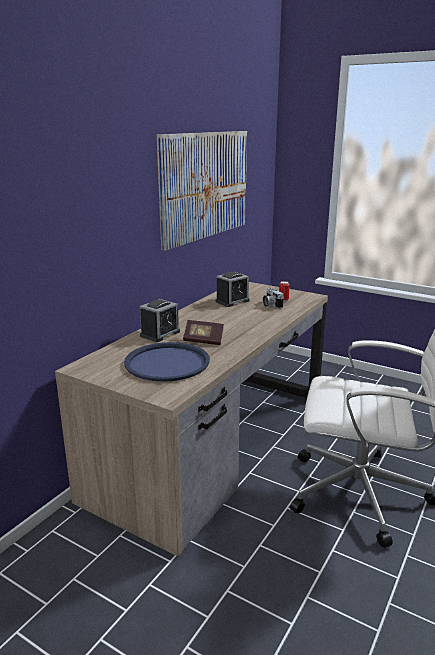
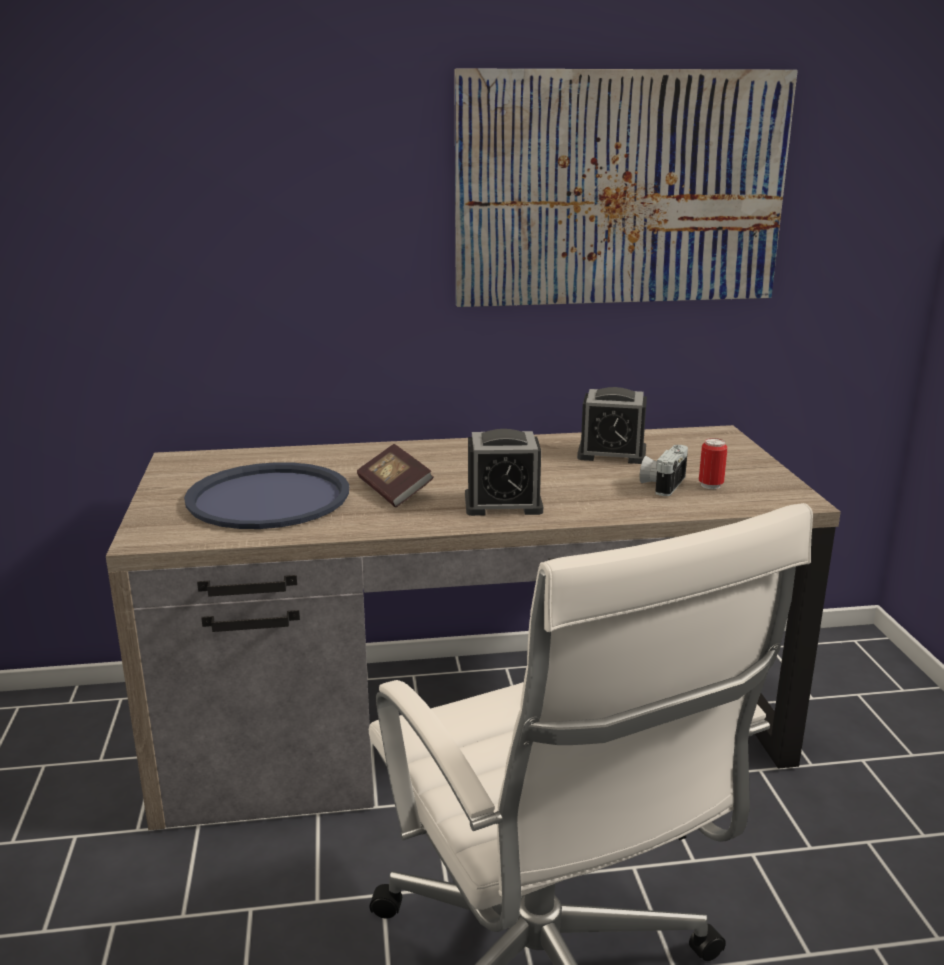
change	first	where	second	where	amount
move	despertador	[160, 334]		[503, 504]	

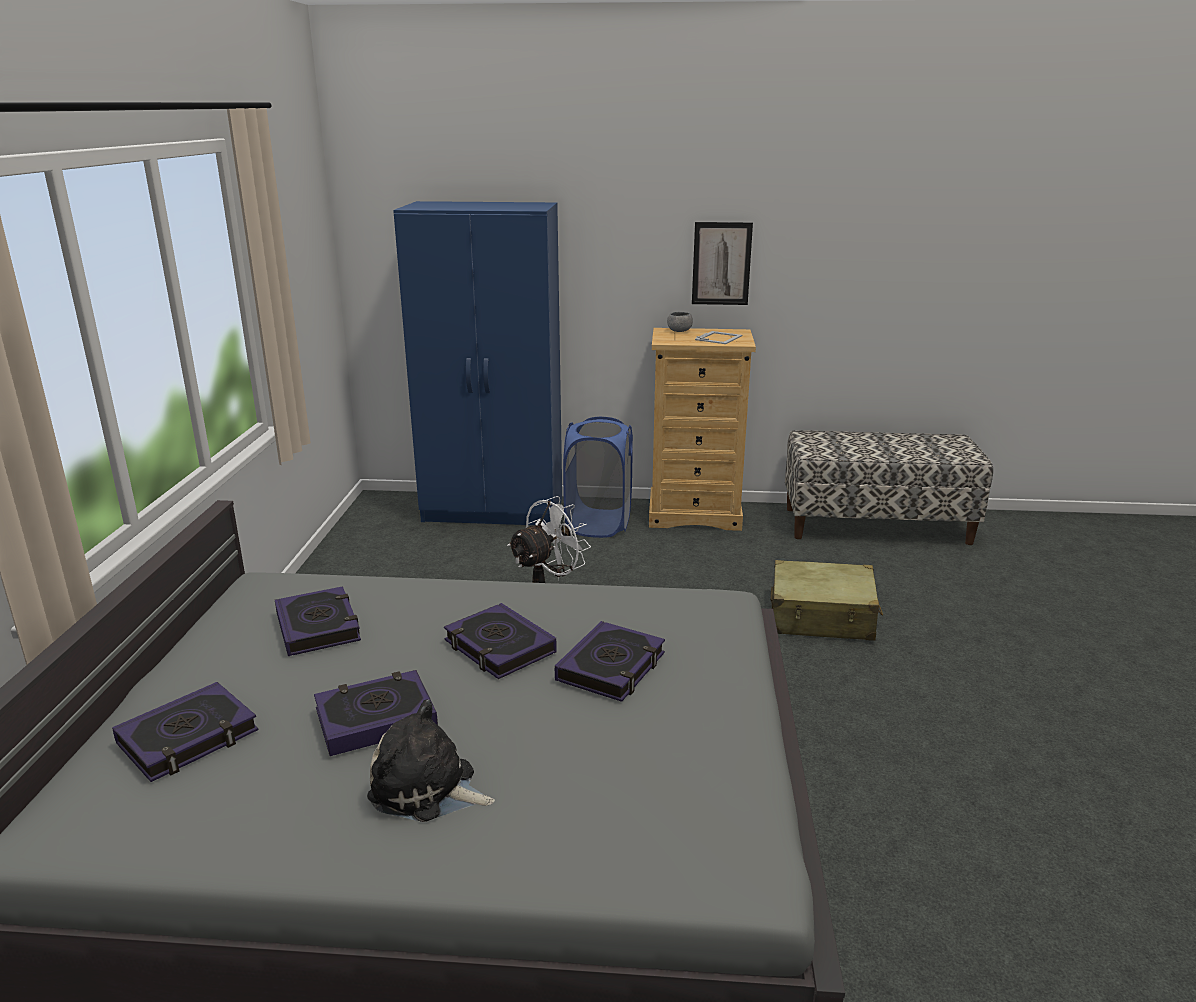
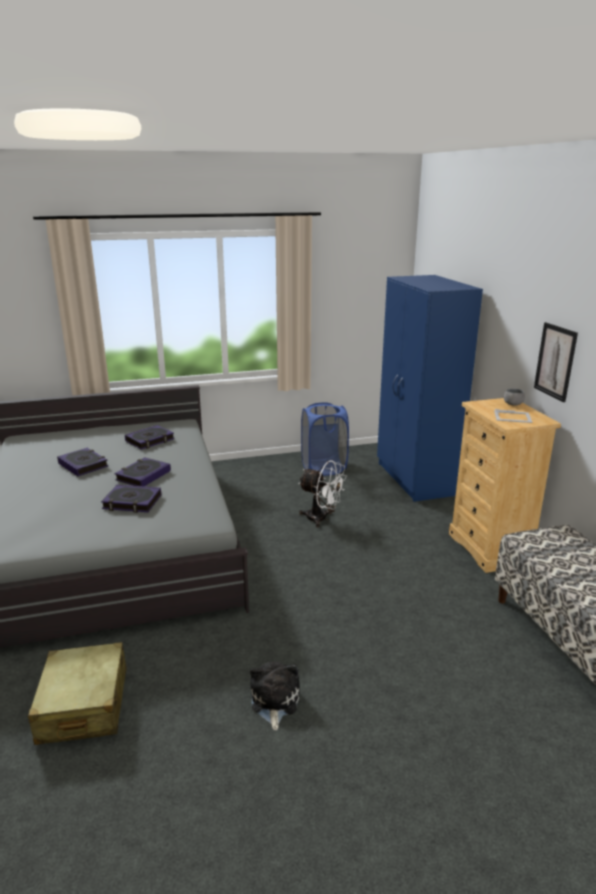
change	first	where	second	where	amount
move	cesto de la ropa/azul	[598, 524]		[323, 467]	
move	maleta/beis	[822, 617]		[83, 706]	
delete	libro	[188, 738]			
move	peluche	[427, 789]		[274, 701]	

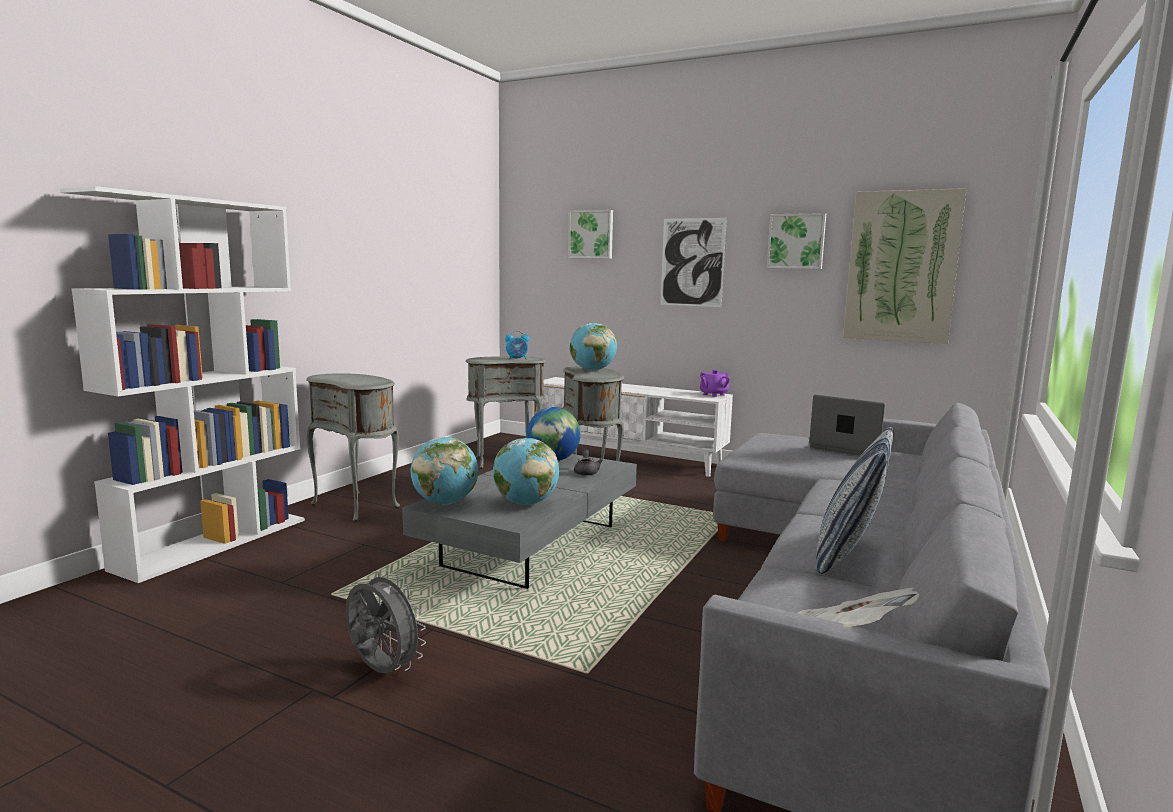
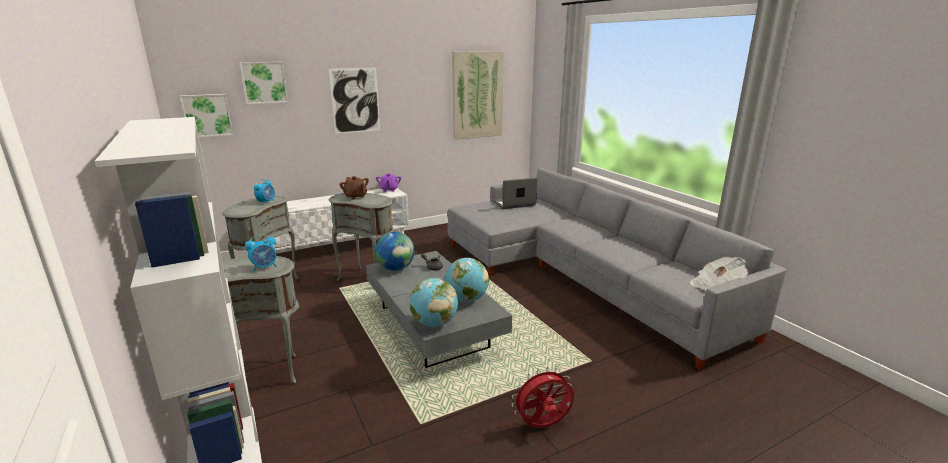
change	first	where	second	where	amount
move	cuadro	[796, 241]		[207, 115]	
replace	globo terráqueo	[592, 370]	tetera/marrón	[355, 196]	
delete	cojín	[848, 555]			
recolor	ventilador/gris	[381, 671]	ventilador/rojo	[543, 426]	
insert			despertador	[265, 267]	

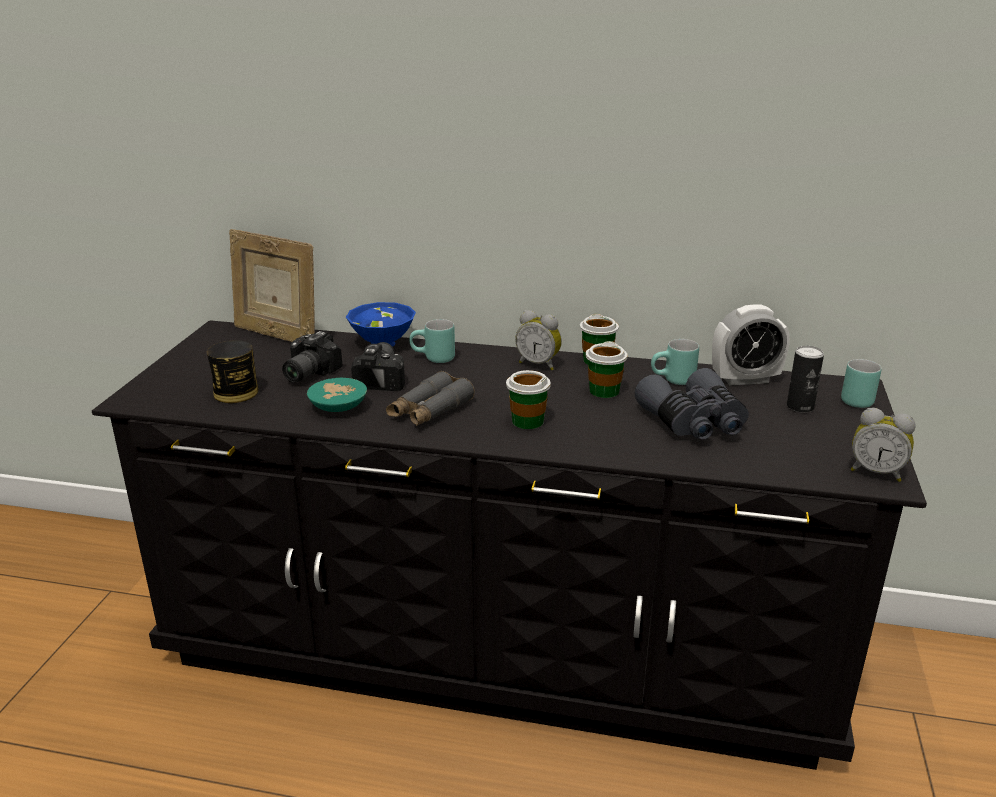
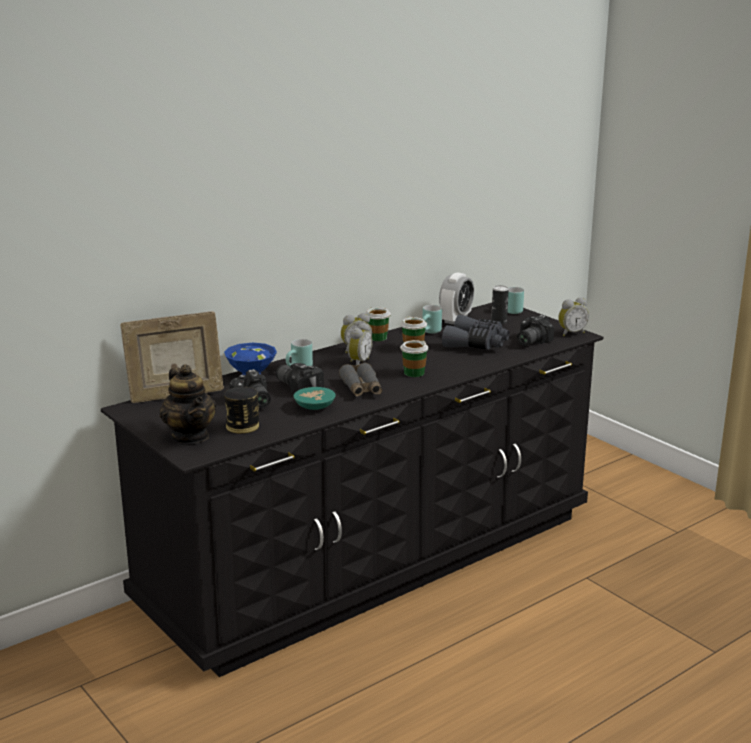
change	first	where	second	where	amount
insert			cámara	[529, 341]	
insert			despertador	[358, 362]	
insert			tetera	[190, 436]	

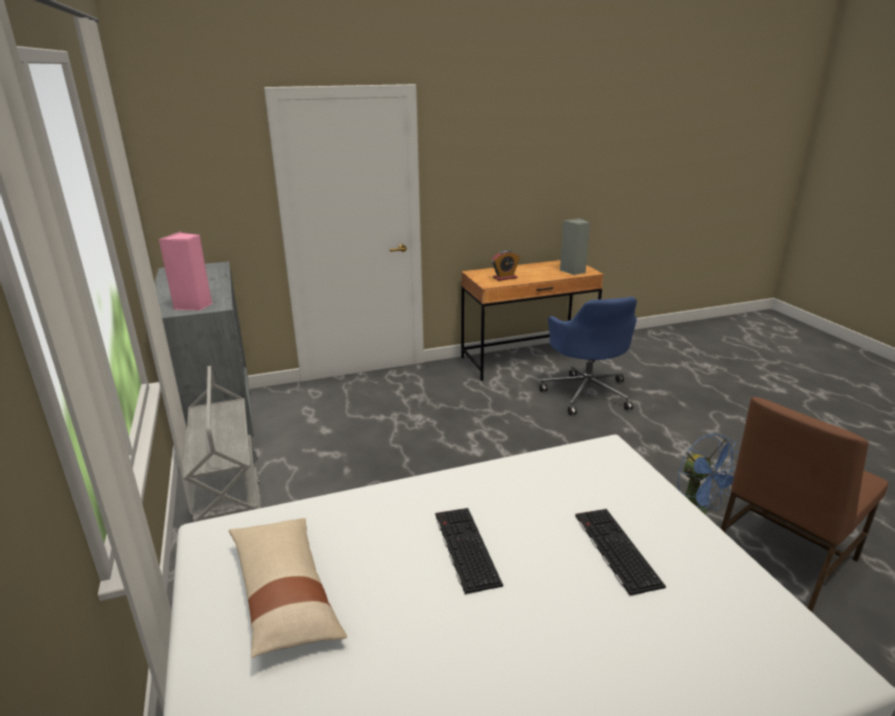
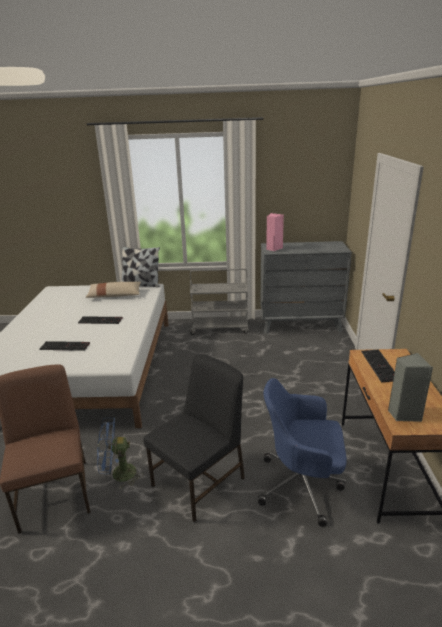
change	first	where	second	where	amount
replace	despertador	[505, 278]	teclado	[380, 366]	
insert			cojín	[141, 284]	
insert			silla/negro	[200, 481]	

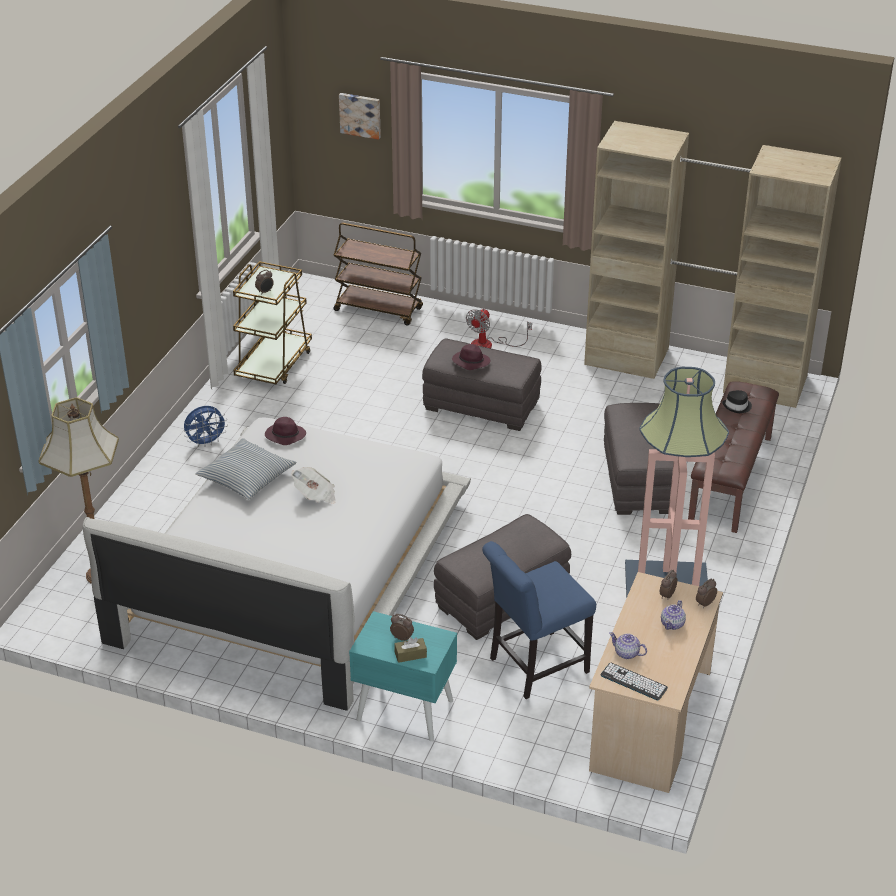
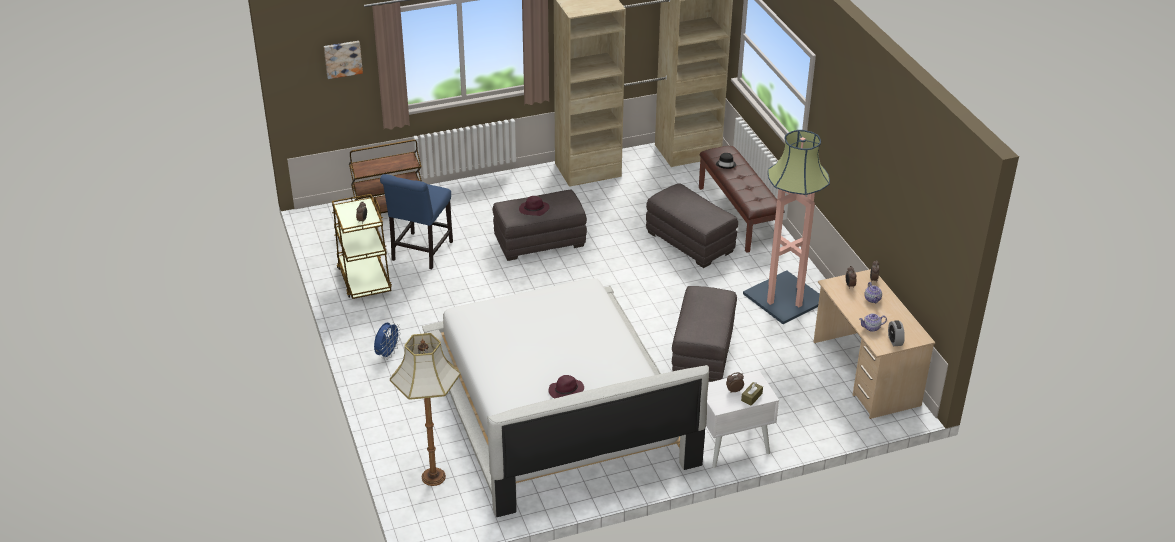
change	first	where	second	where	amount
delete	ventilador	[489, 345]			
move	sombrero/morado	[284, 436]		[565, 391]	
delete	cojín	[246, 477]			
delete	periódico	[315, 495]			
move	silla/azul	[534, 667]		[420, 253]	
recolor	mesita de noche/turquesa	[404, 710]	mesita de noche/blanco	[732, 445]	
replace	teclado	[633, 682]	despertador	[894, 341]	

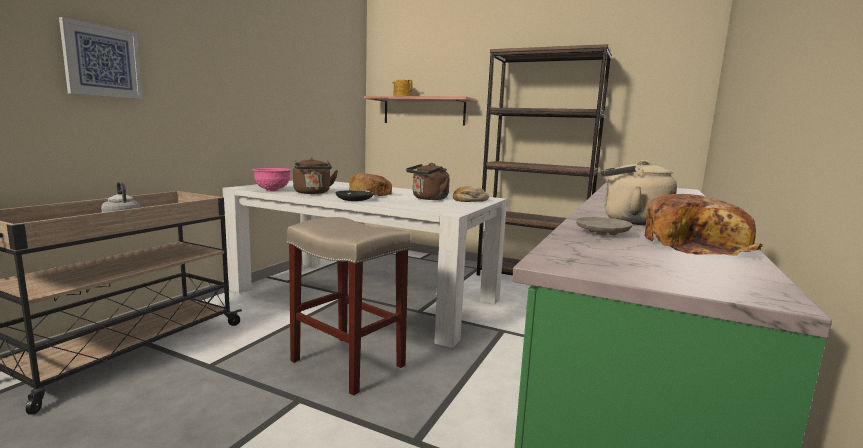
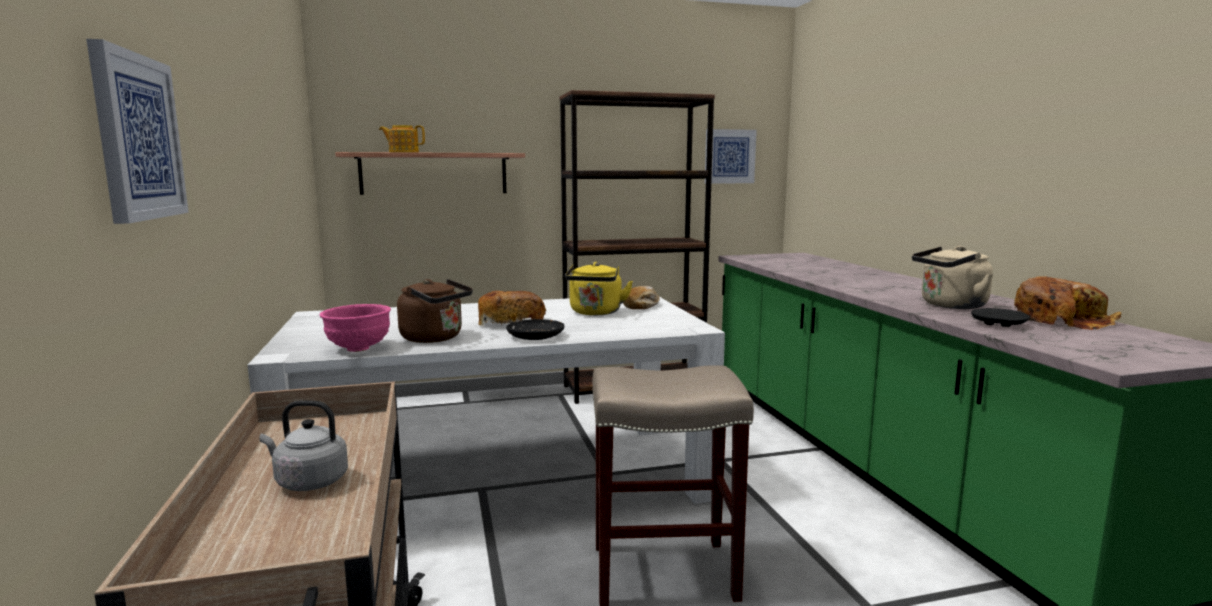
change	first	where	second	where	amount
recolor	hervidor/marrón	[428, 198]	hervidor/amarillo	[595, 313]	
recolor	plato/beis	[601, 233]	plato/negro	[998, 324]	
insert			cuadro	[729, 156]	

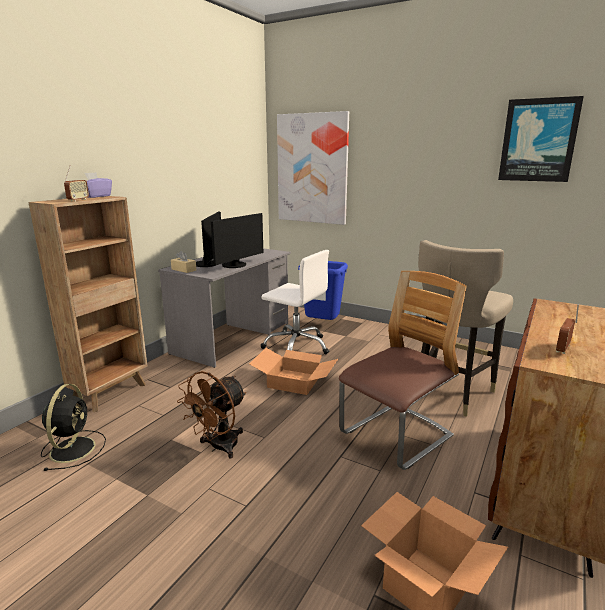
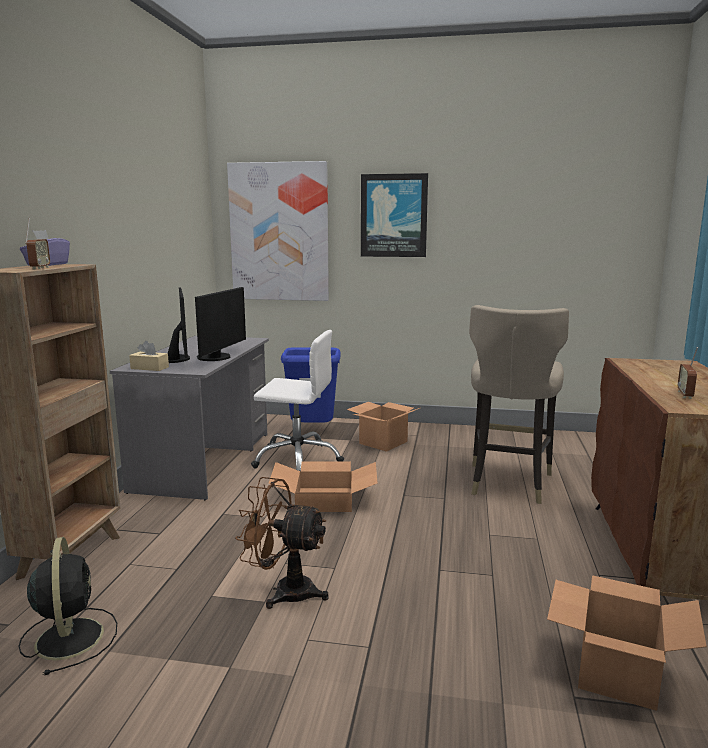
change	first	where	second	where	amount
move	cuadro	[538, 140]		[393, 216]	
delete	silla	[396, 436]			
rotate	ventilador/marrón	[218, 447]		[284, 591]	90 degrees clockwise
insert			caja de cartón	[383, 443]	

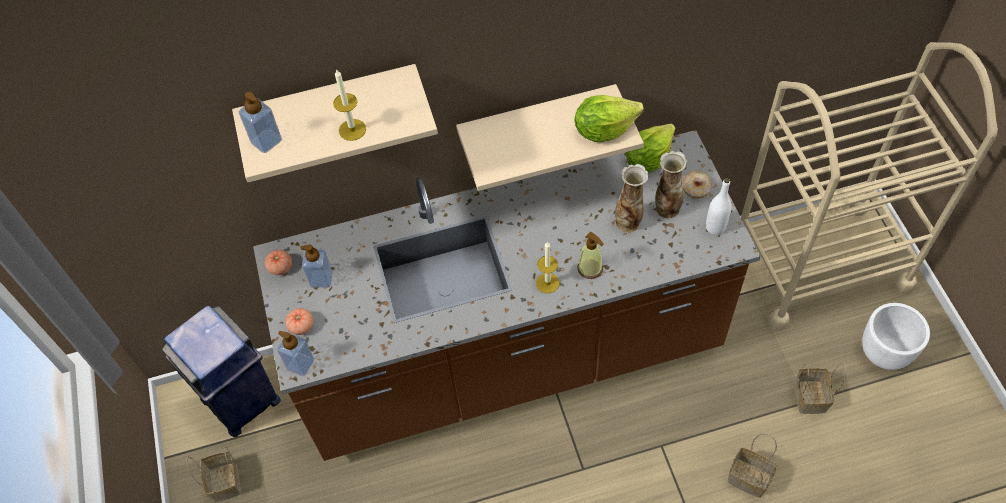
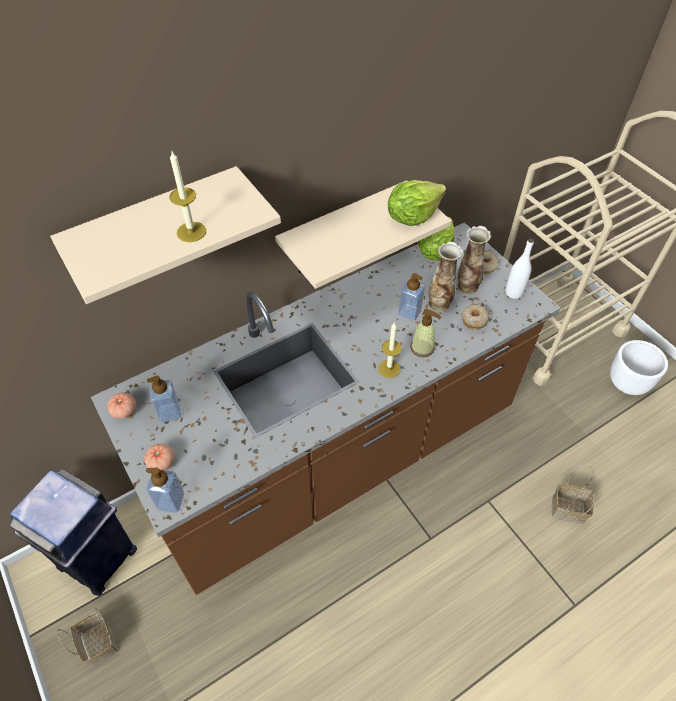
change	first	where	second	where	amount
move	dispensador de jabón	[266, 141]		[409, 312]	
delete	cesta	[811, 398]			
insert			rosquilla	[474, 320]	

